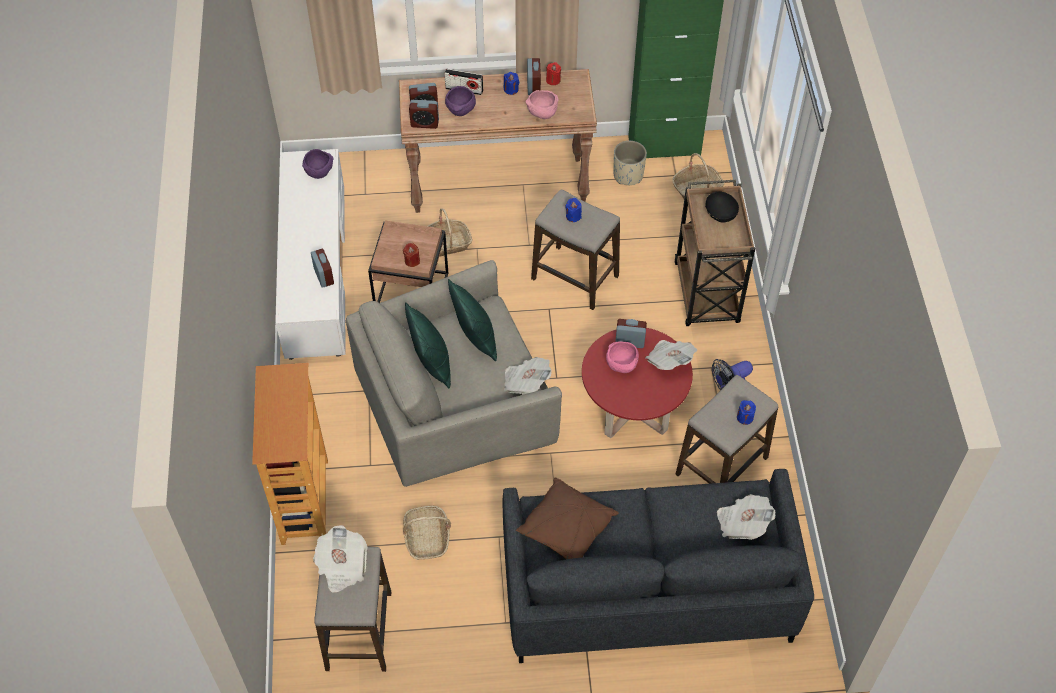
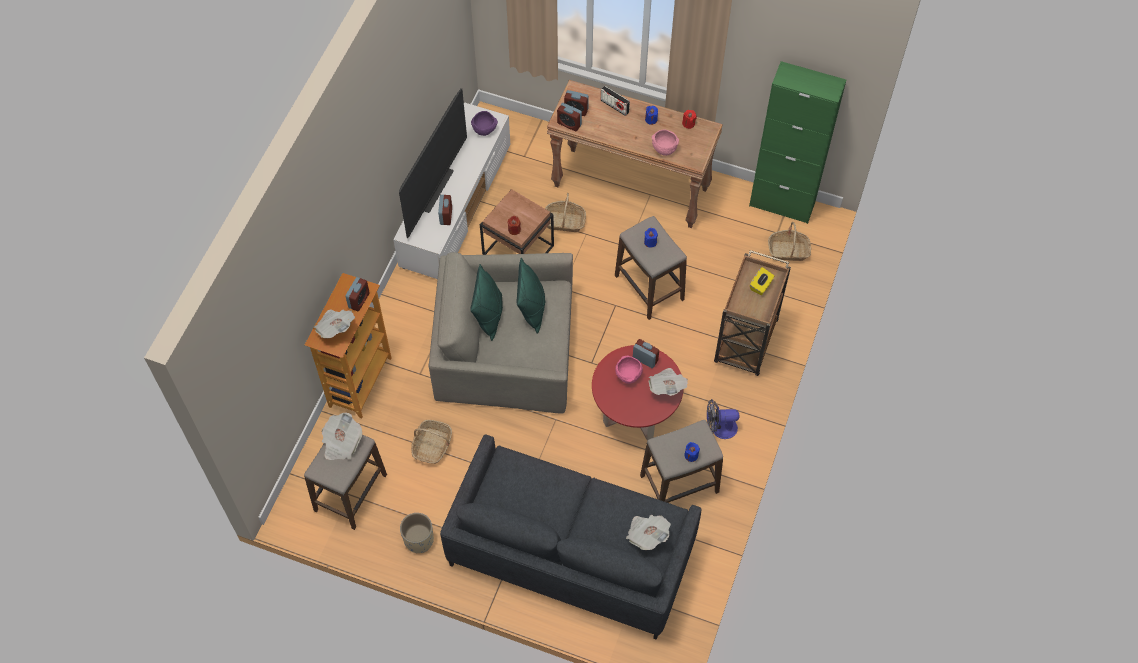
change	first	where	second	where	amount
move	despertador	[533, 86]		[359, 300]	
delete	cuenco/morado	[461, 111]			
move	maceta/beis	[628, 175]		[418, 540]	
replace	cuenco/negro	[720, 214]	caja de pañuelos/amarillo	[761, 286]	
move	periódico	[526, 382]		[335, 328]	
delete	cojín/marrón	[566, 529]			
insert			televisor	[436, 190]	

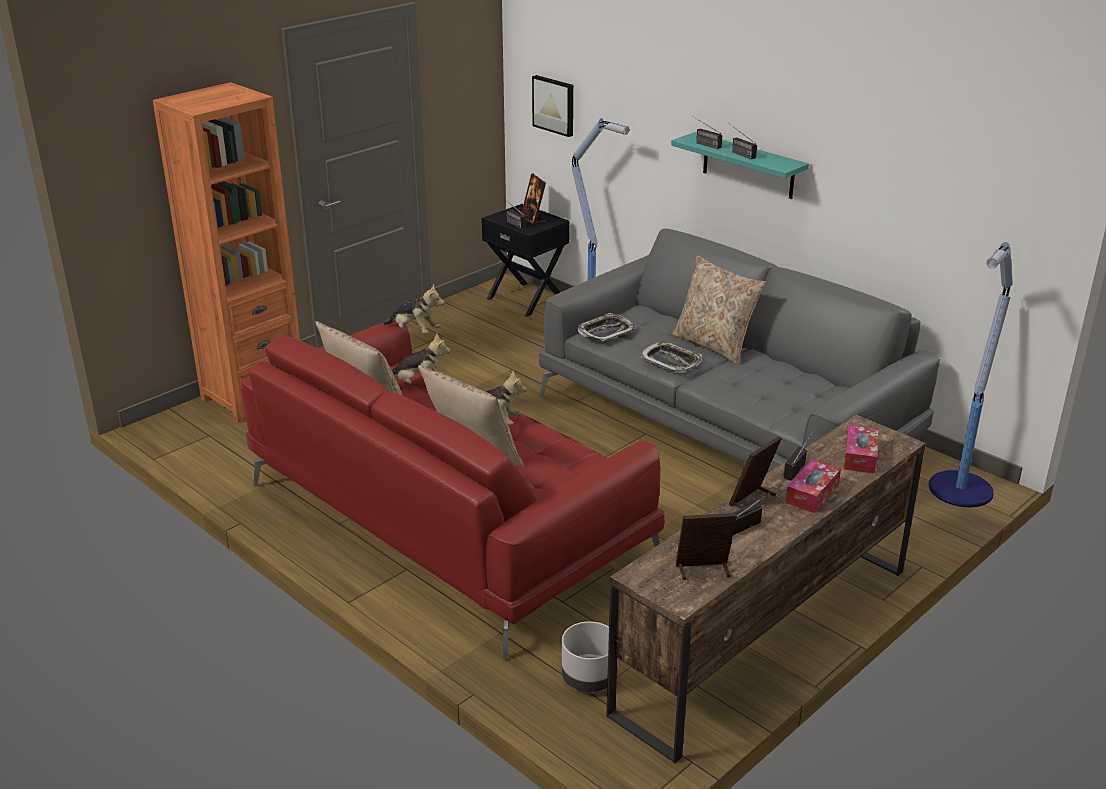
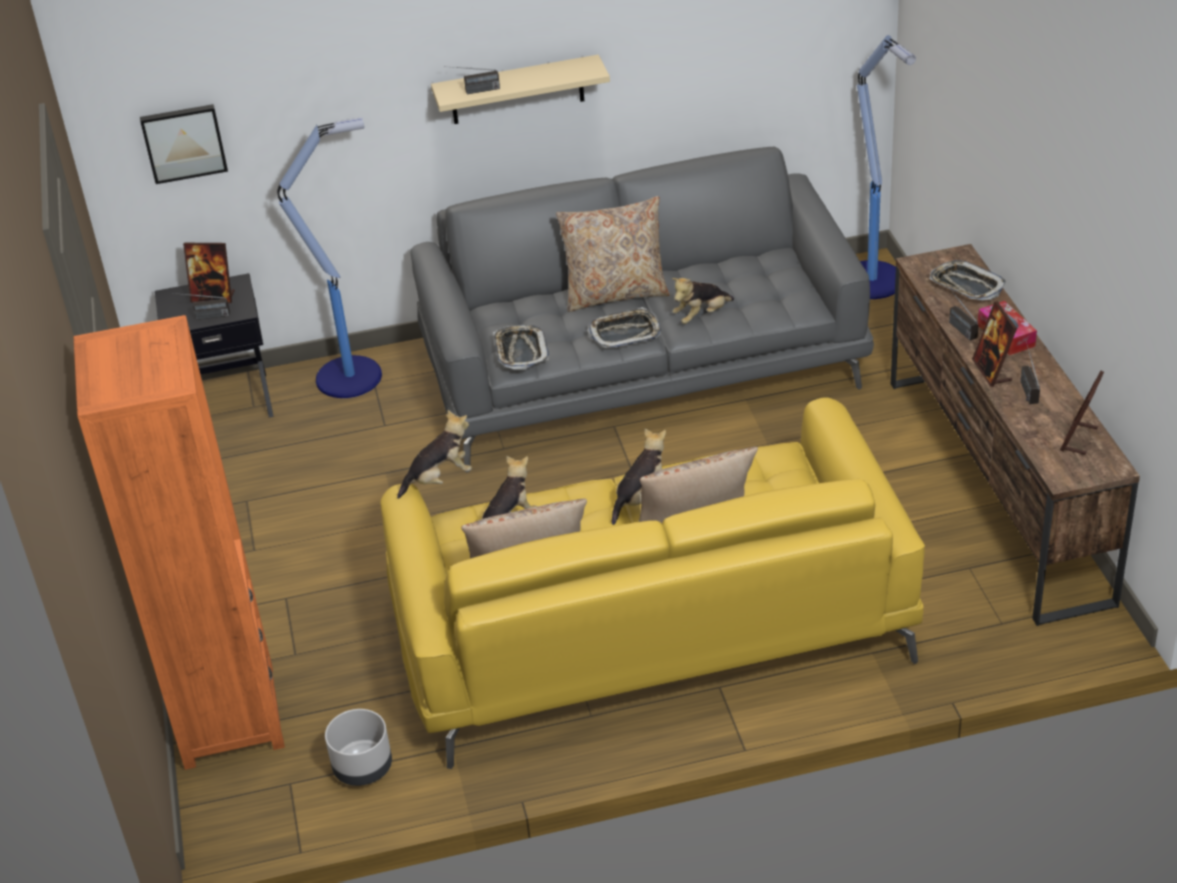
change	first	where	second	where	amount
delete	radio	[738, 153]			
recolor	estante/turquesa	[748, 166]	estante/beis	[517, 90]	
recolor	sofá/rojo	[445, 518]	sofá/amarillo	[648, 627]	
replace	caja de pañuelos	[860, 456]	bandeja	[966, 286]	
move	maceta/gris	[588, 679]		[362, 768]	
insert			peluche	[701, 315]	

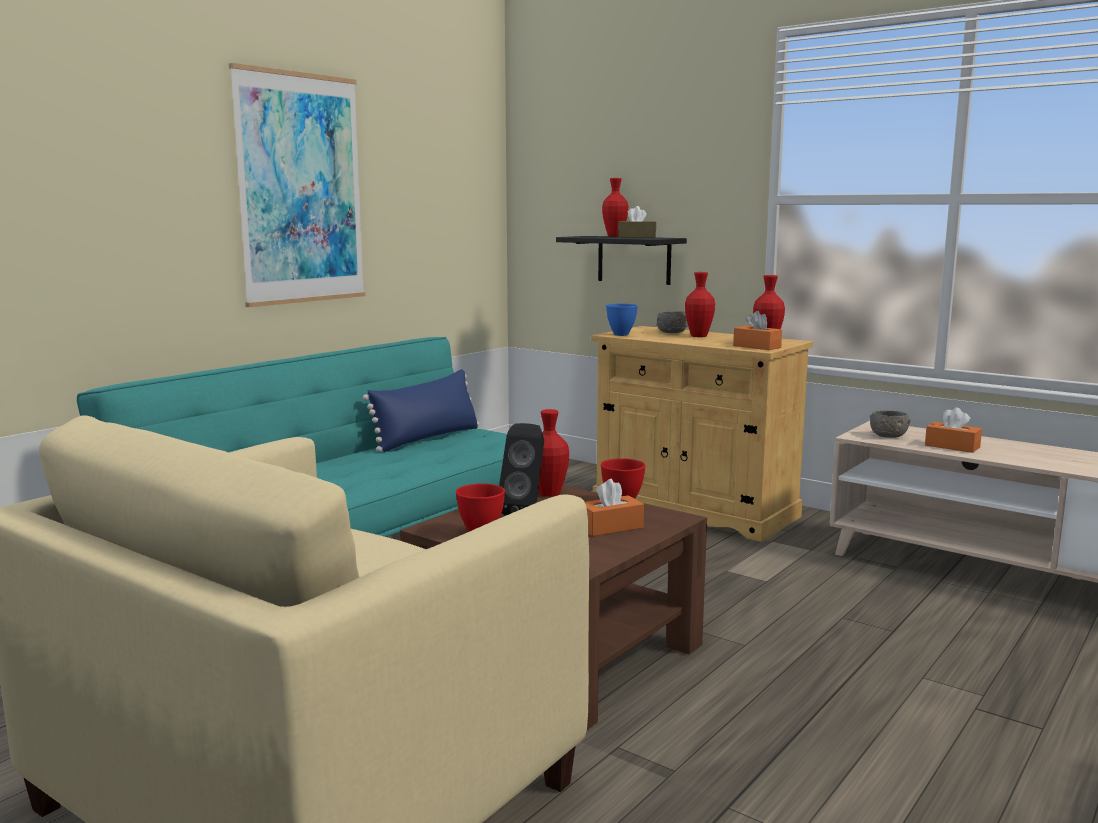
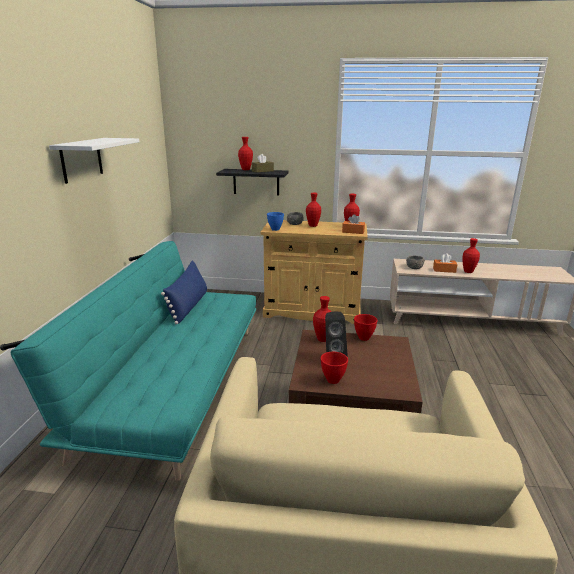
change	first	where	second	where	amount
replace	cuadro	[300, 189]	estante/blanco	[81, 159]	
delete	caja de pañuelos/naranja	[610, 527]			
insert			florero/rojo	[468, 271]	

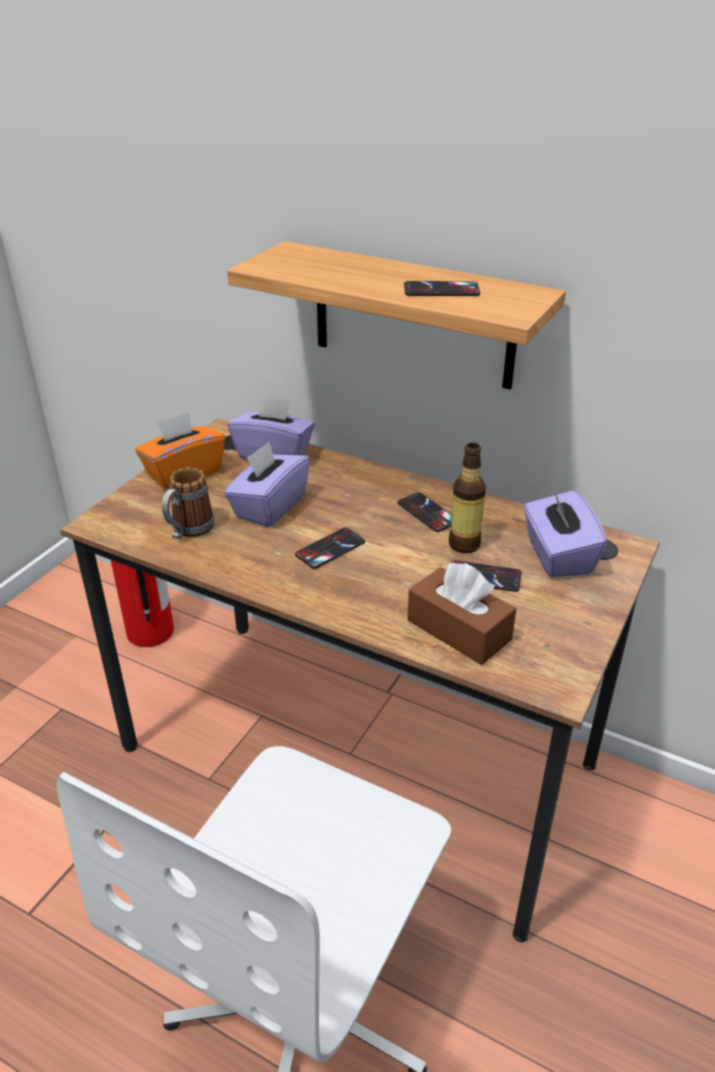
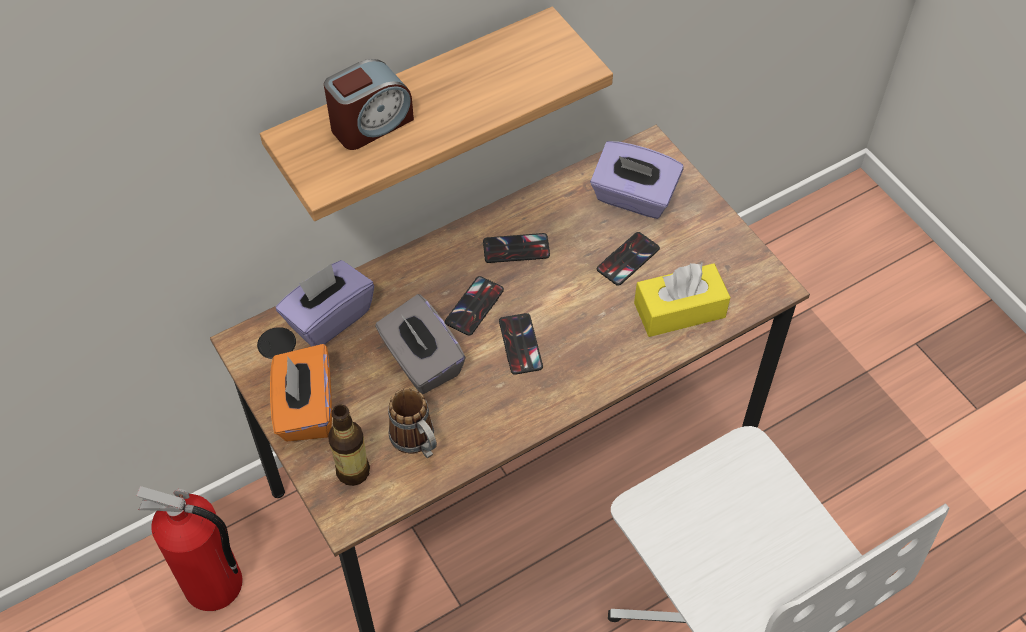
change	first	where	second	where	amount
move	móvil	[441, 290]		[474, 306]	
recolor	caja de pañuelos/morado	[269, 506]	caja de pañuelos/gris	[421, 361]	
move	botella	[464, 544]		[353, 471]	
recolor	caja de pañuelos/marrón	[459, 630]	caja de pañuelos/amarillo	[679, 310]	
insert			despertador	[371, 124]	

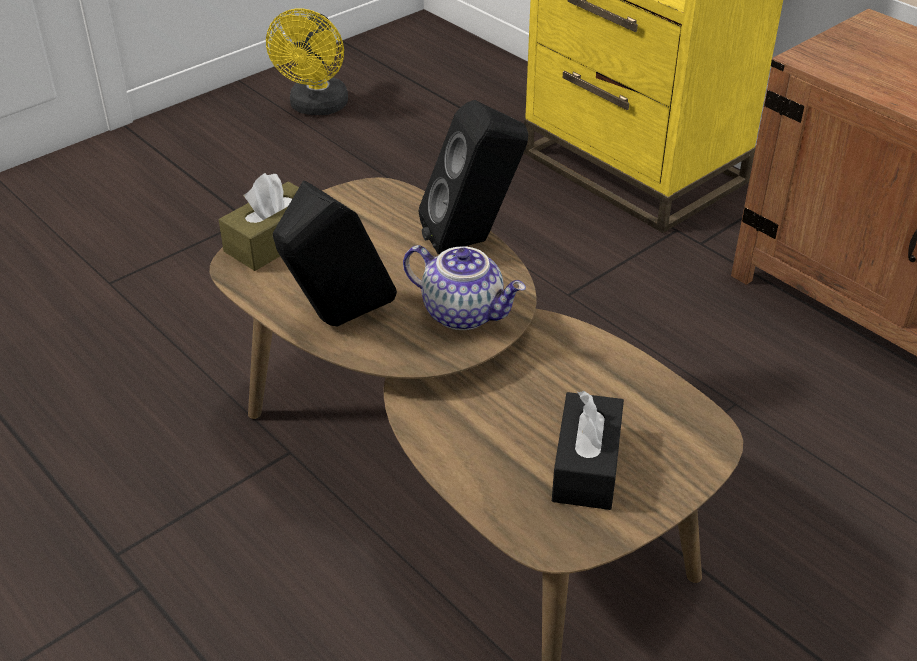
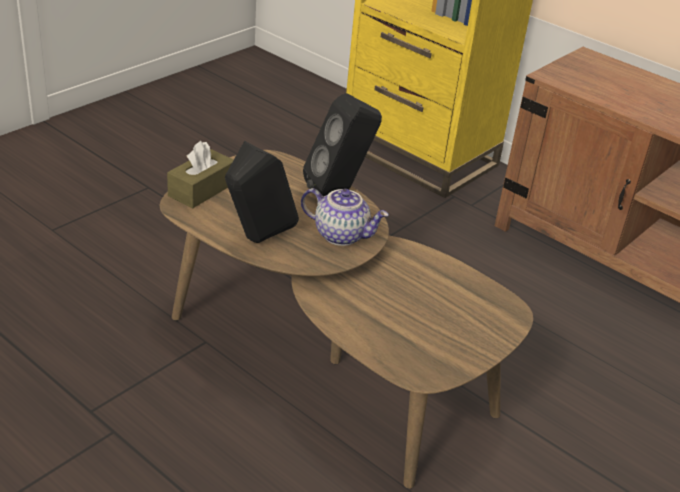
change	first	where	second	where	amount
delete	ventilador/amarillo	[316, 108]			
delete	caja de pañuelos/negro	[586, 466]			

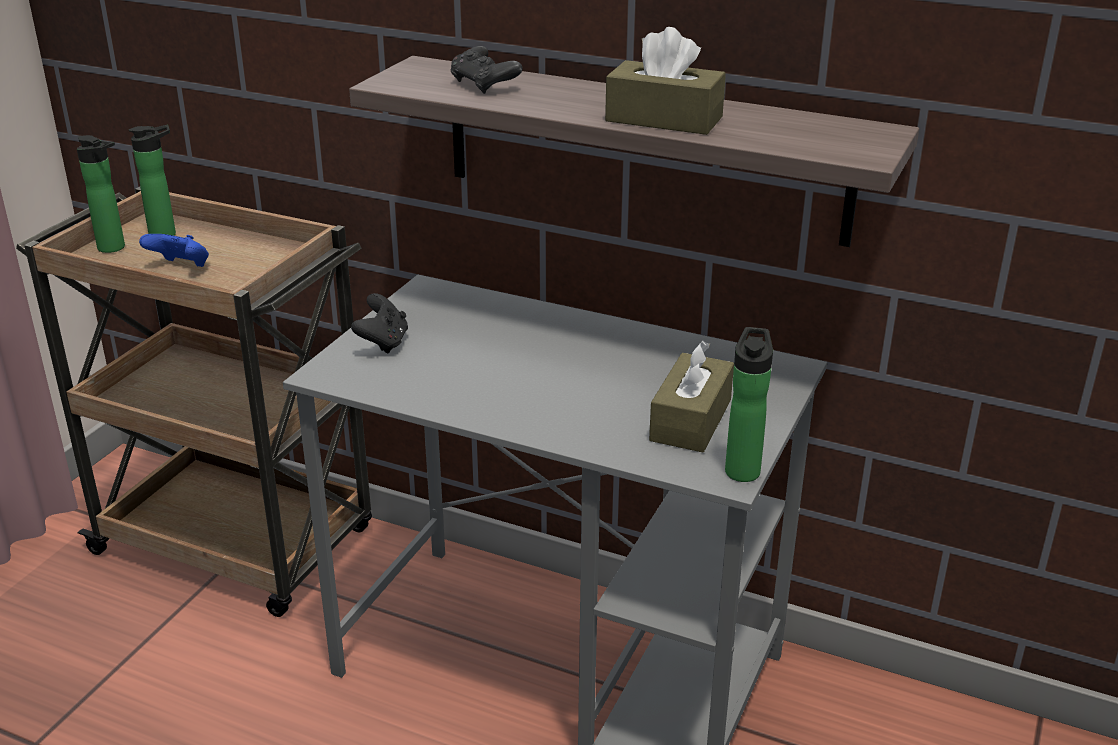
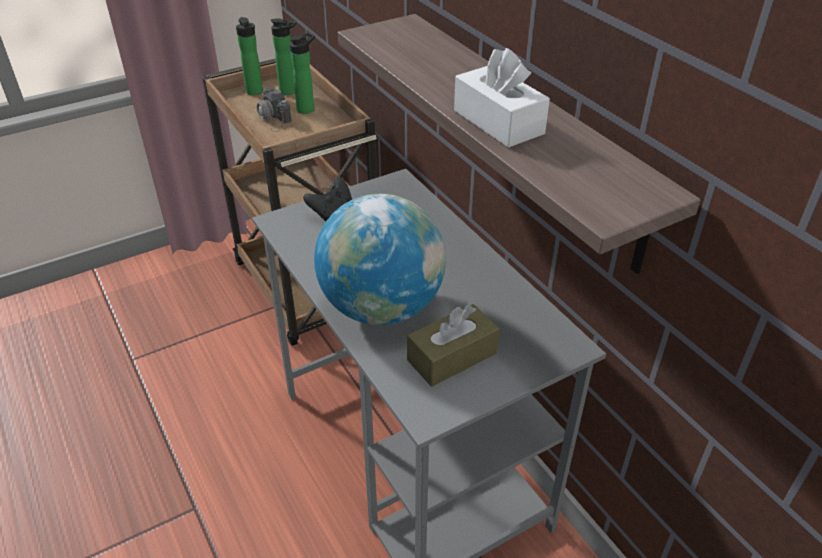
change	first	where	second	where	amount
recolor	caja de pañuelos/marrón	[664, 119]	caja de pañuelos/blanco	[498, 122]	
delete	mando de consola/negro	[484, 85]			
replace	mando de consola/azul	[181, 267]	cámara	[273, 117]	
move	botella	[742, 469]		[308, 108]	
insert			globo terráqueo	[382, 307]	

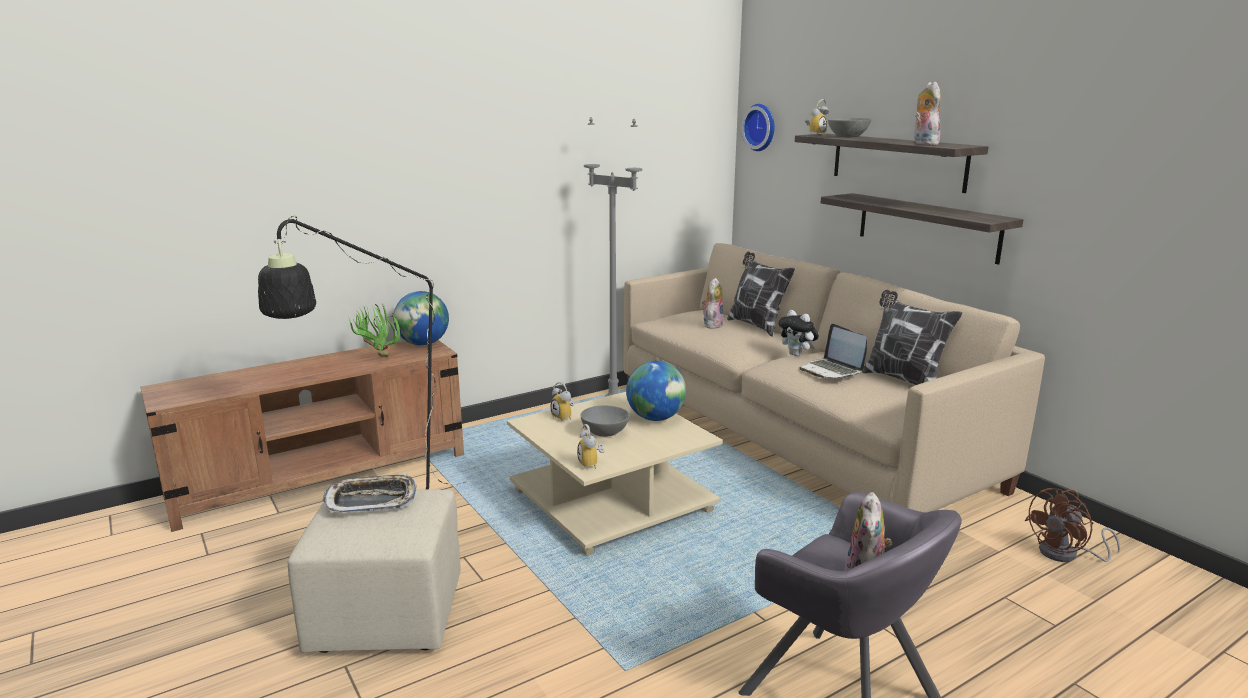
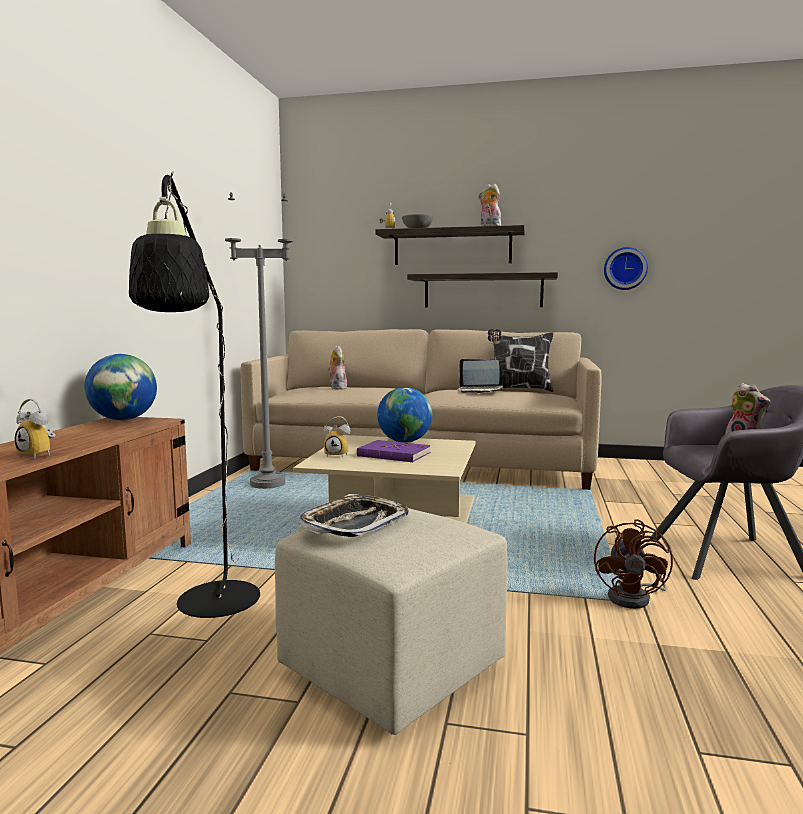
change	first	where	second	where	amount
move	reloj de pared	[761, 127]		[625, 268]	
delete	cojín	[756, 326]			
delete	planta en maceta	[378, 356]			
delete	peluche	[797, 355]			
replace	cuenco/gris	[605, 432]	libro/morado	[393, 454]	
move	despertador	[592, 464]		[40, 455]	
move	ventilador/marrón	[1066, 554]		[635, 598]	

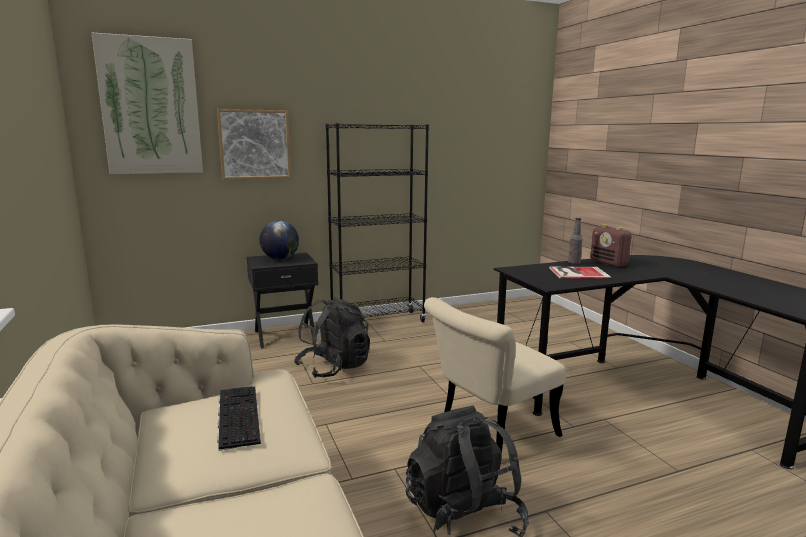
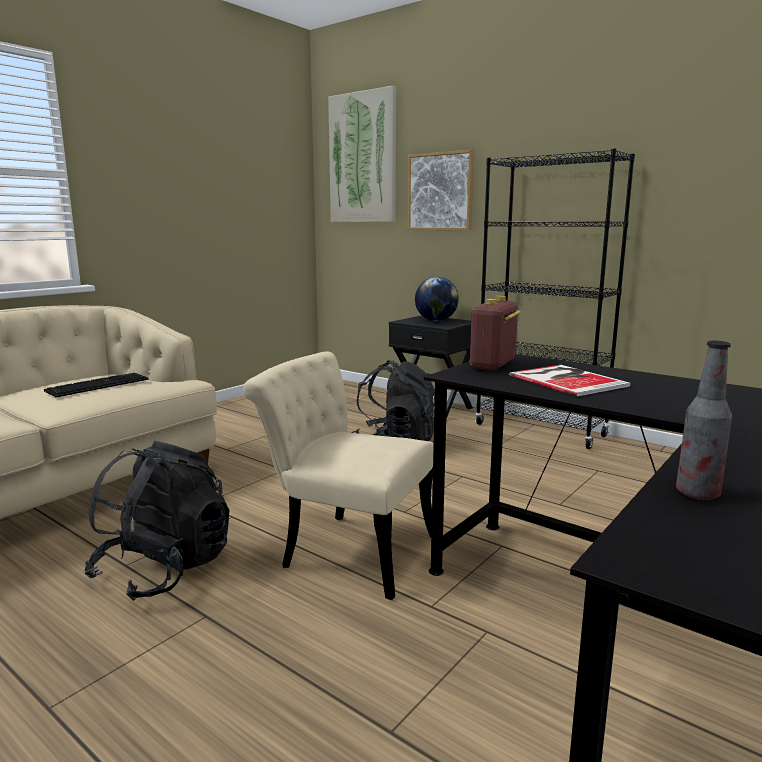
change	first	where	second	where	amount
move	botella	[574, 263]		[697, 494]	
move	radio	[608, 263]		[493, 365]	

